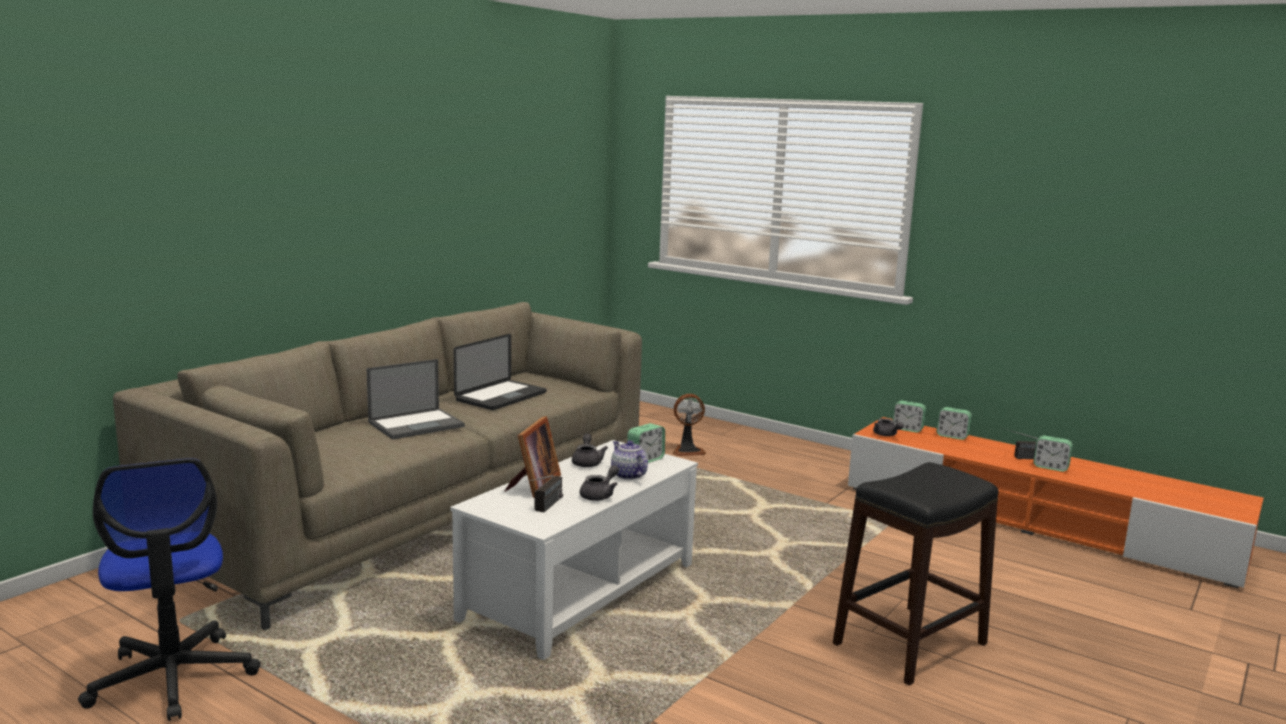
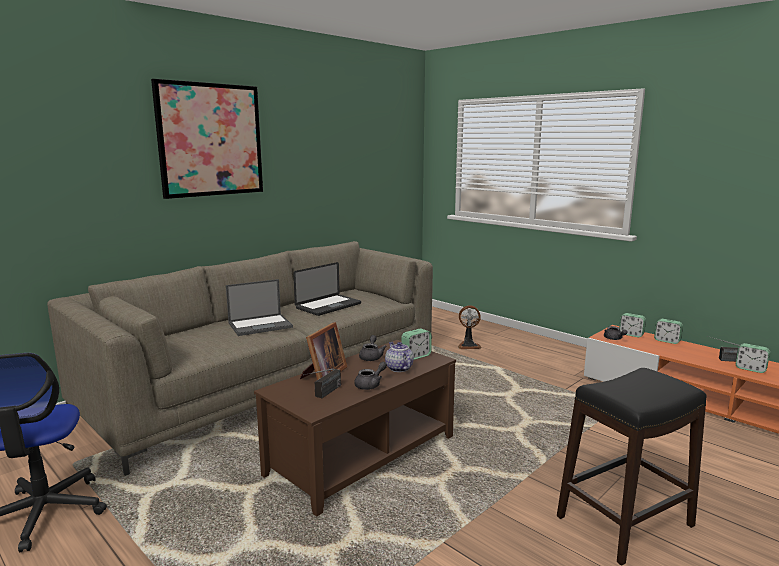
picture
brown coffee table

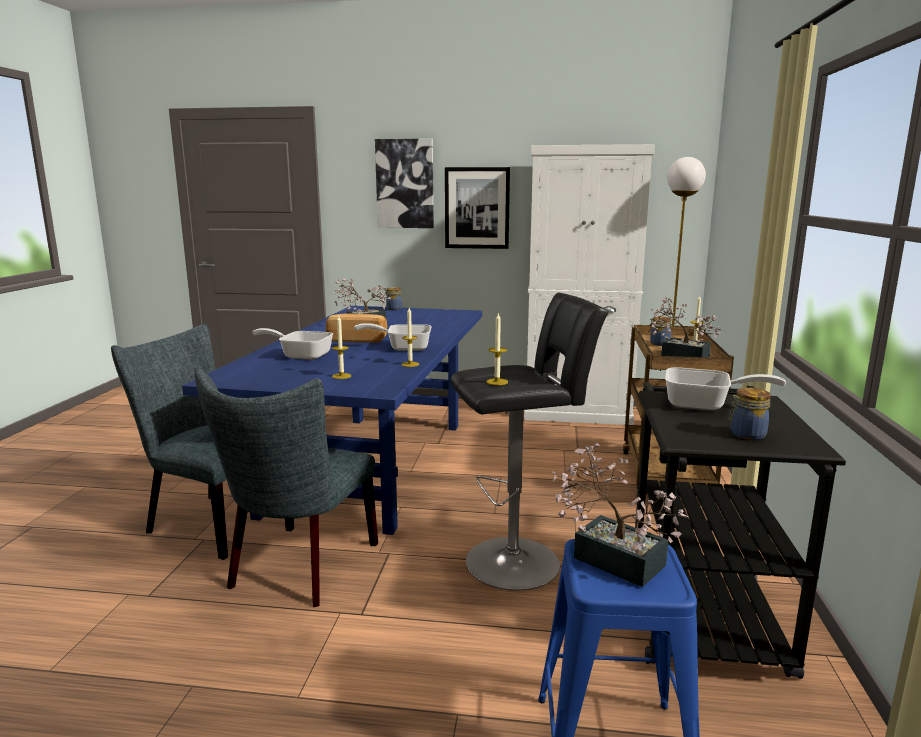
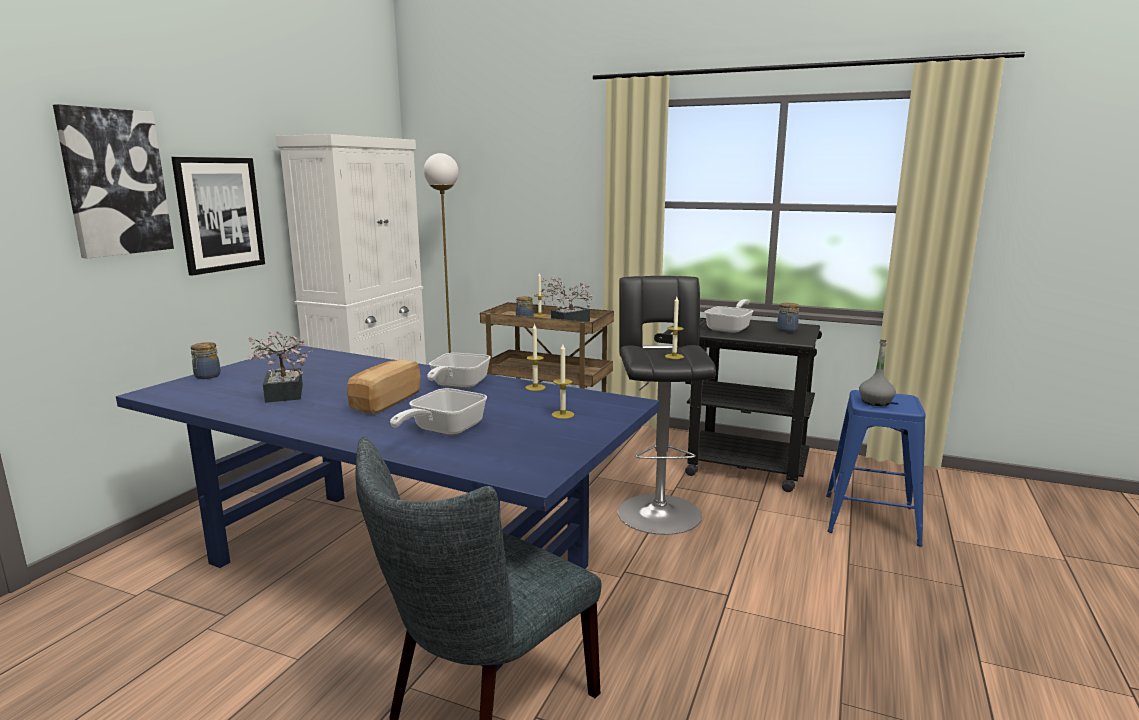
grey chair (no. 2 from left in the first image)
grey bottle

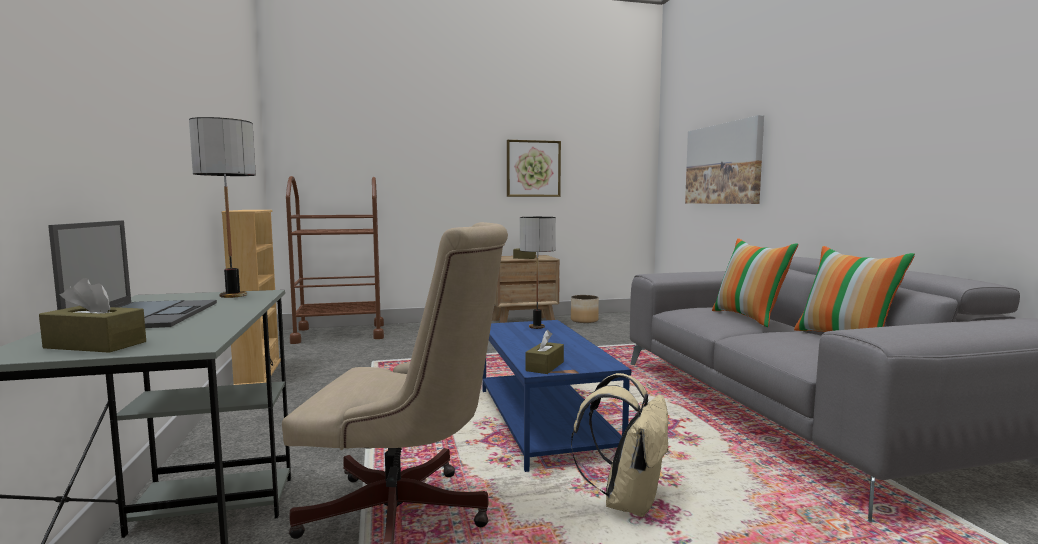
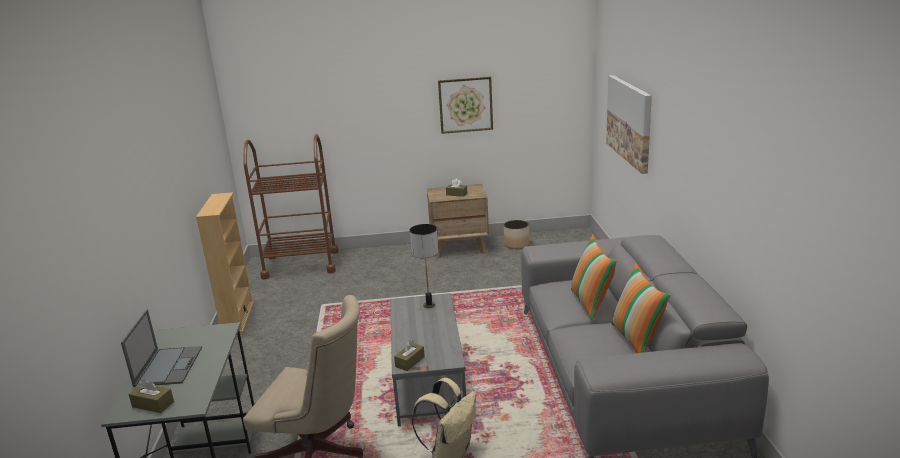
table lamp (no. 1 from left in the first image)
grey coffee table

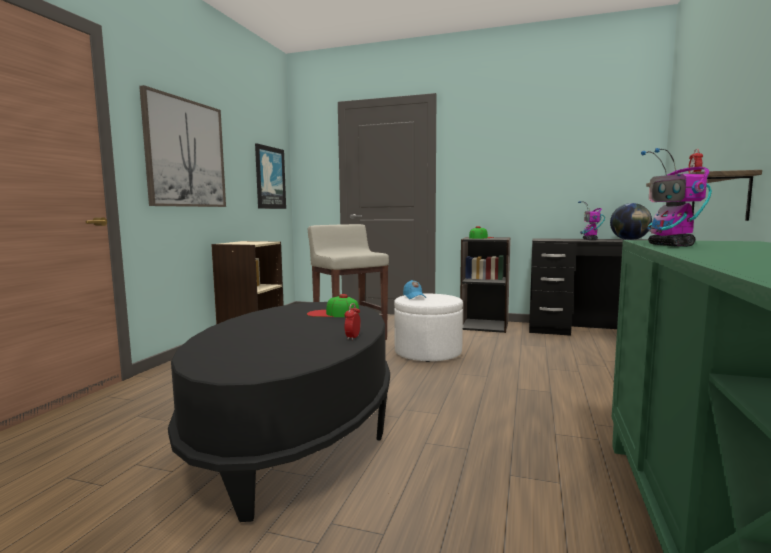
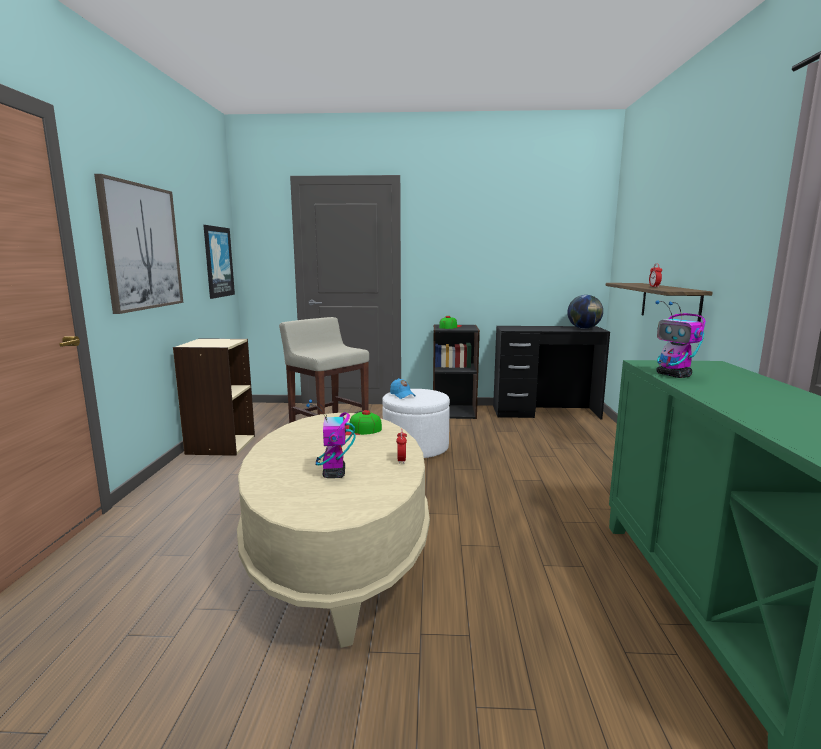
toy robot (no. 1 from left)
beige coffee table

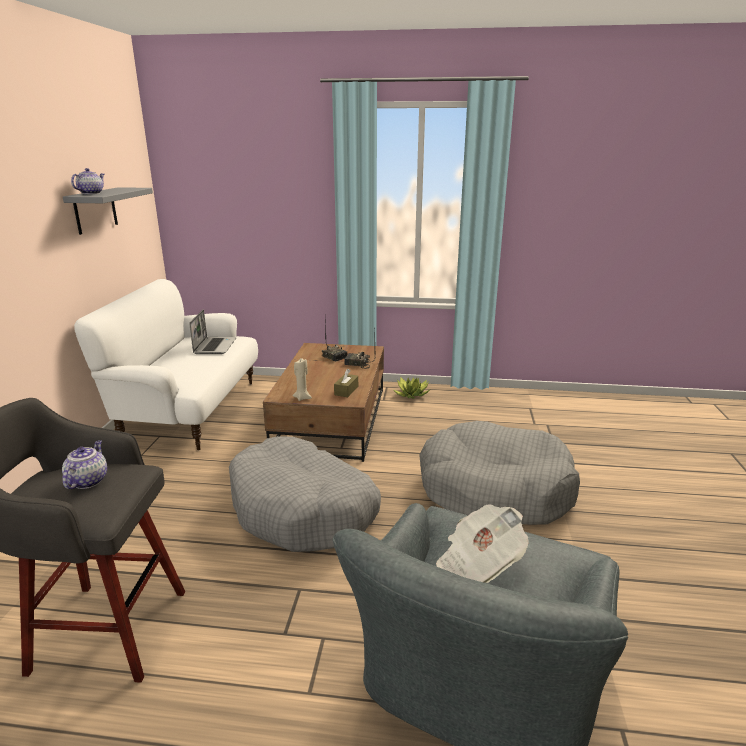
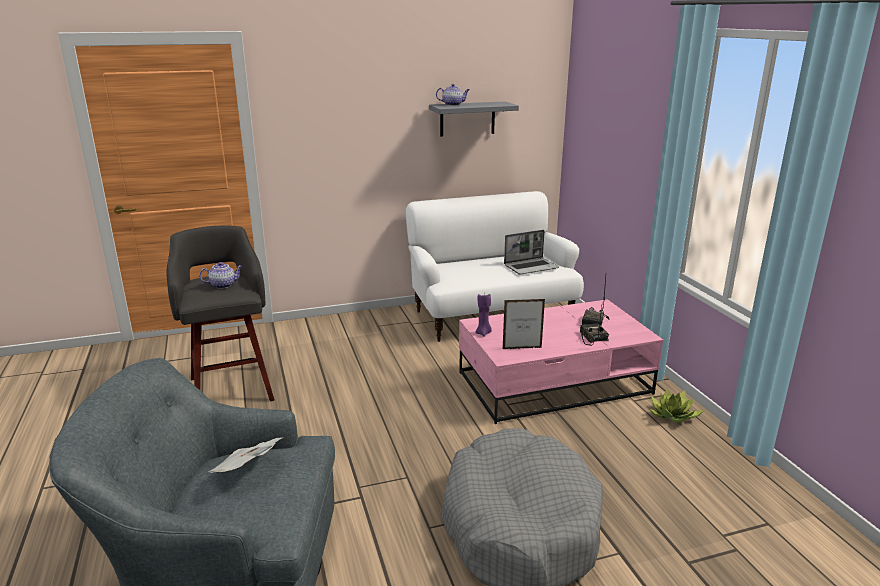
grey dog bed (no. 1 from left in the first image)
picture frame
pink coffee table
purple candle

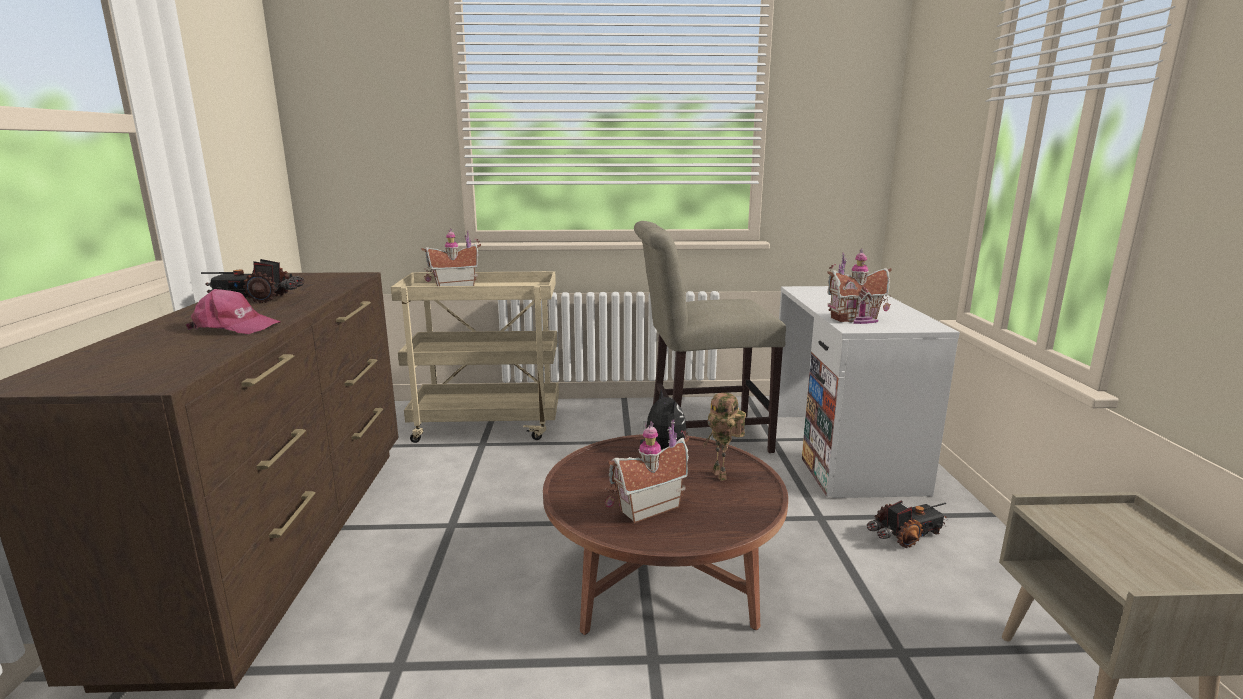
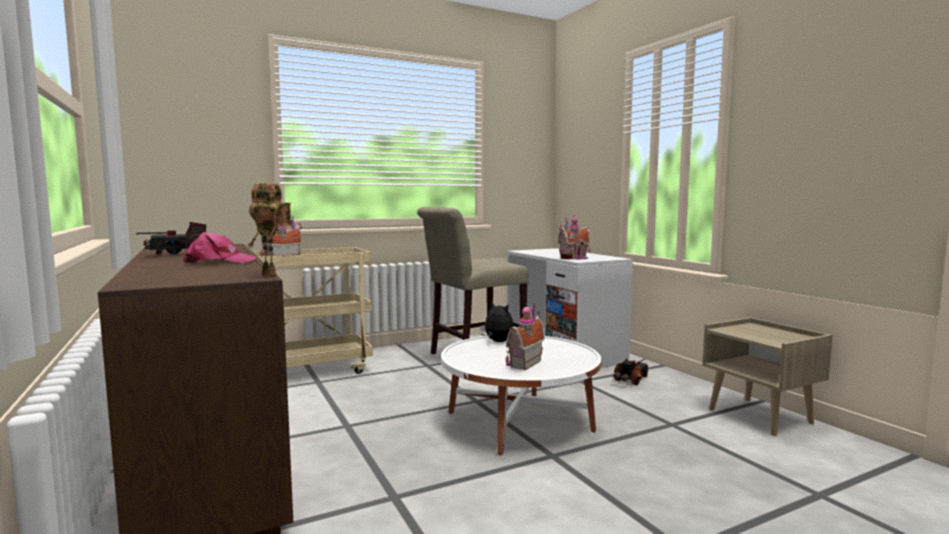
toy robot
white coffee table

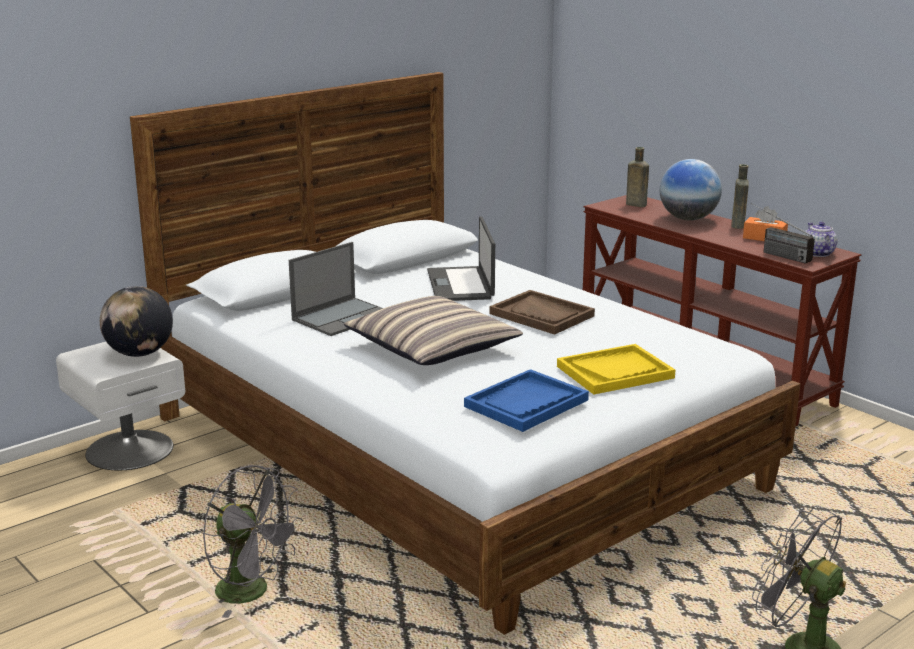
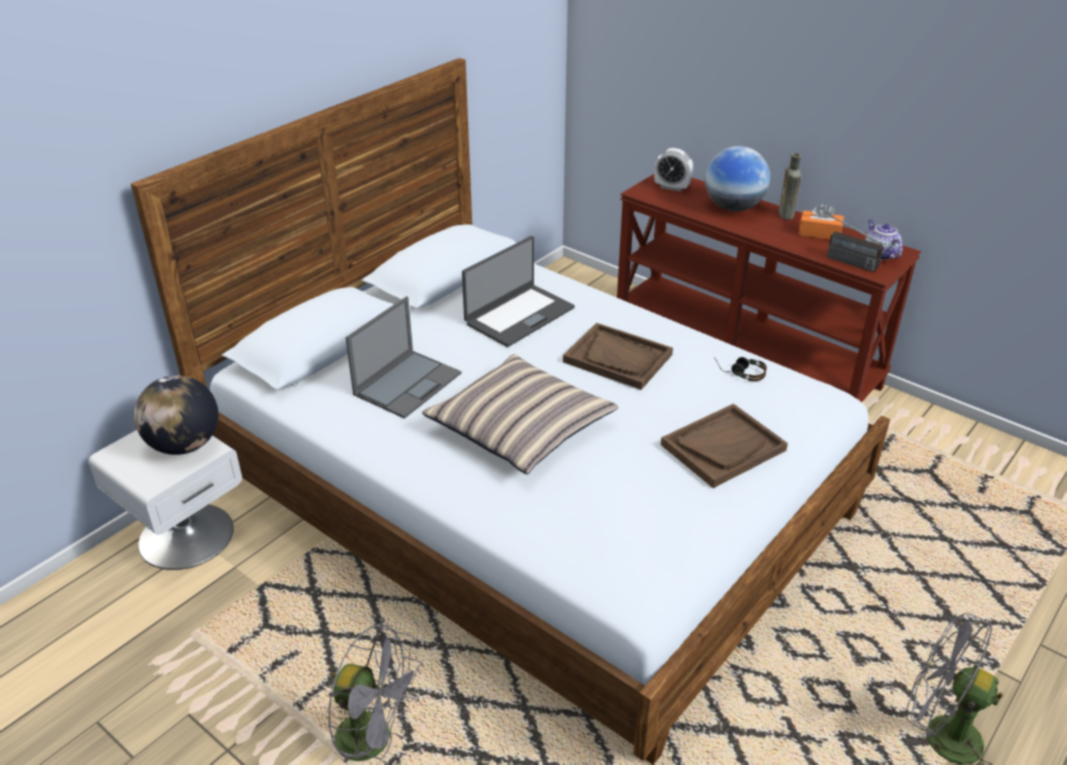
blue tray
headphones
alarm clock
brown tray (no. 2 from left)
laptop (no. 2 from left)

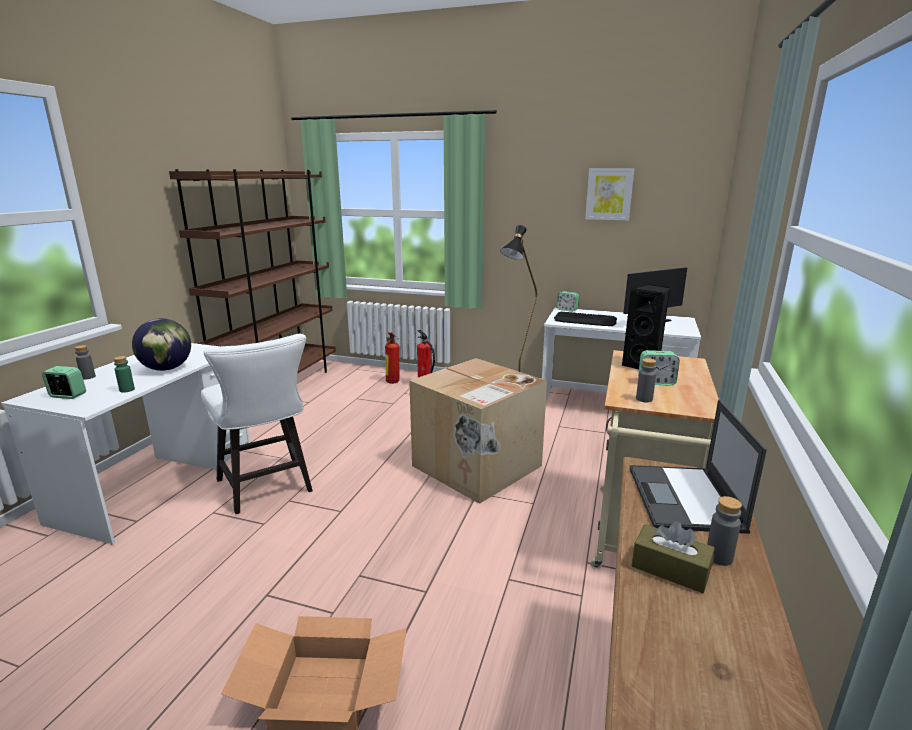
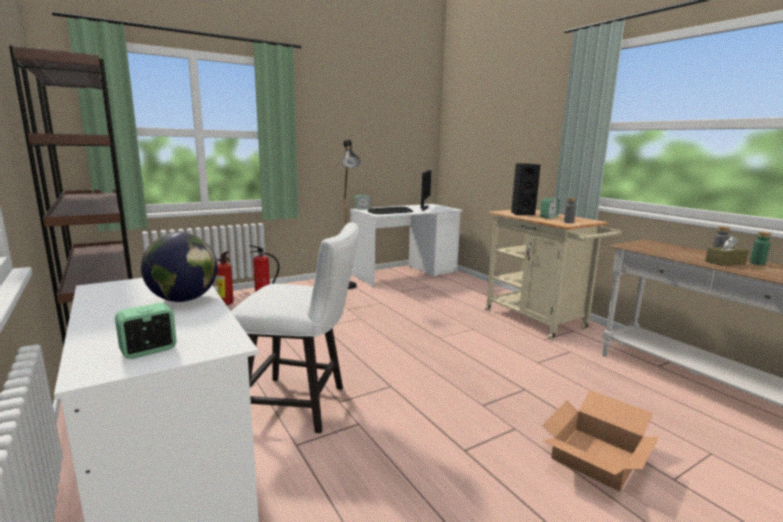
grey bottle (no. 1 from left in the first image)
cardboard box (no. 2 from left in the first image)
picture
laptop
green bottle

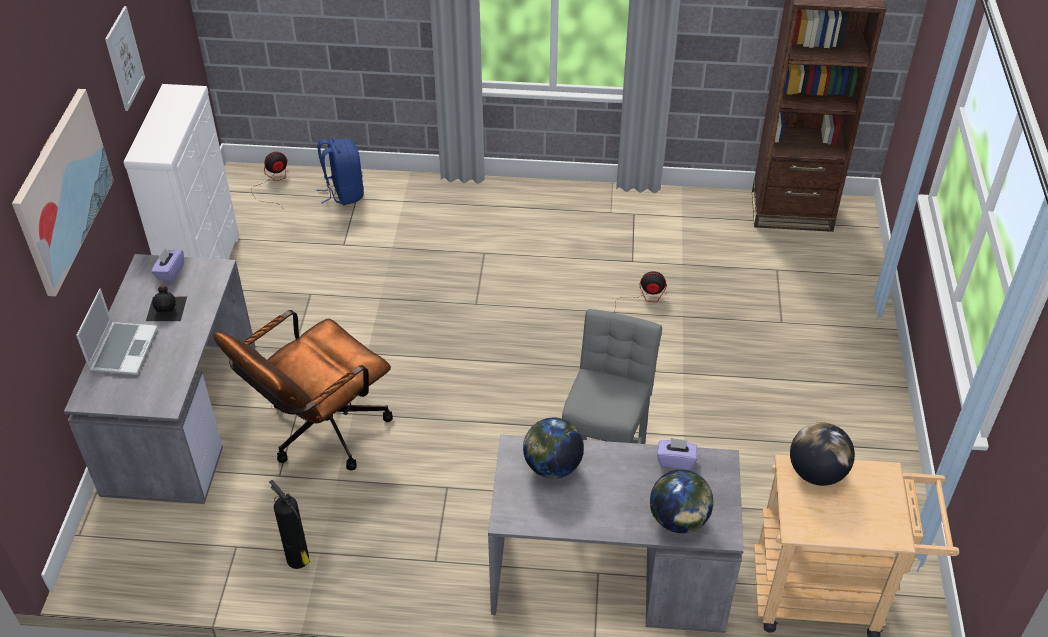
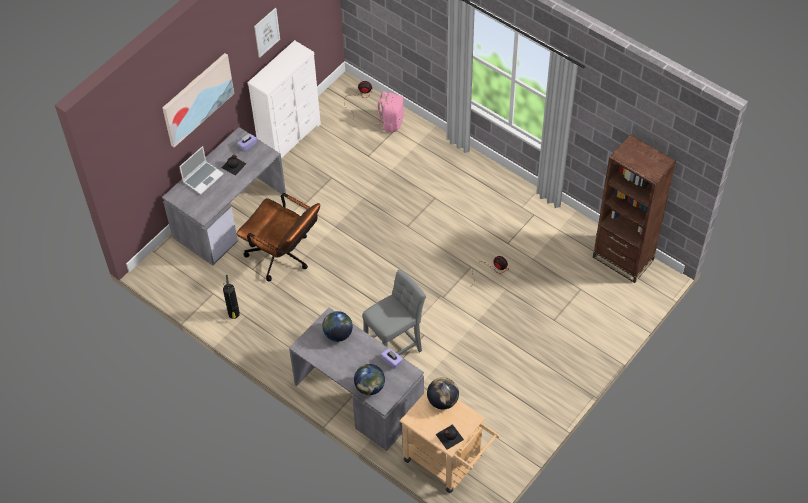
black bottle (no. 2 from left)
pink backpack
brown office chair

